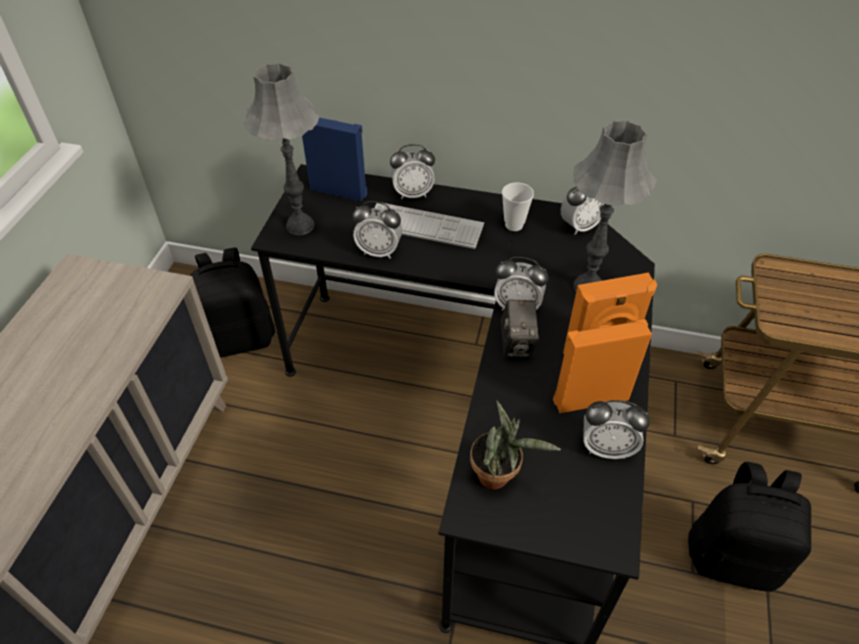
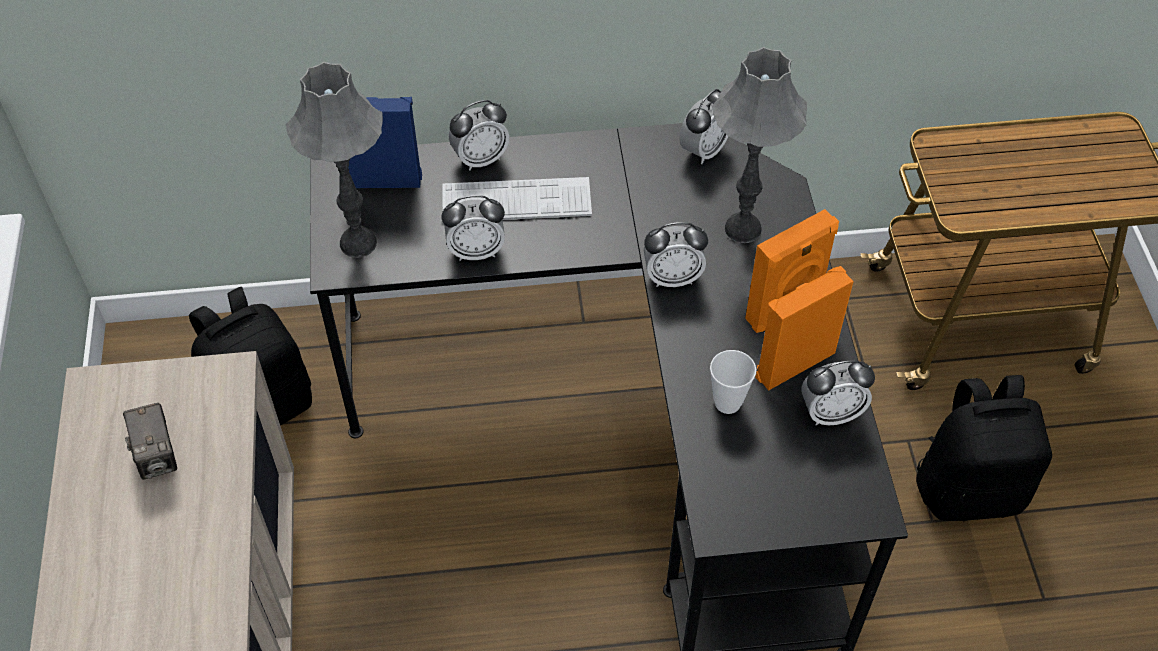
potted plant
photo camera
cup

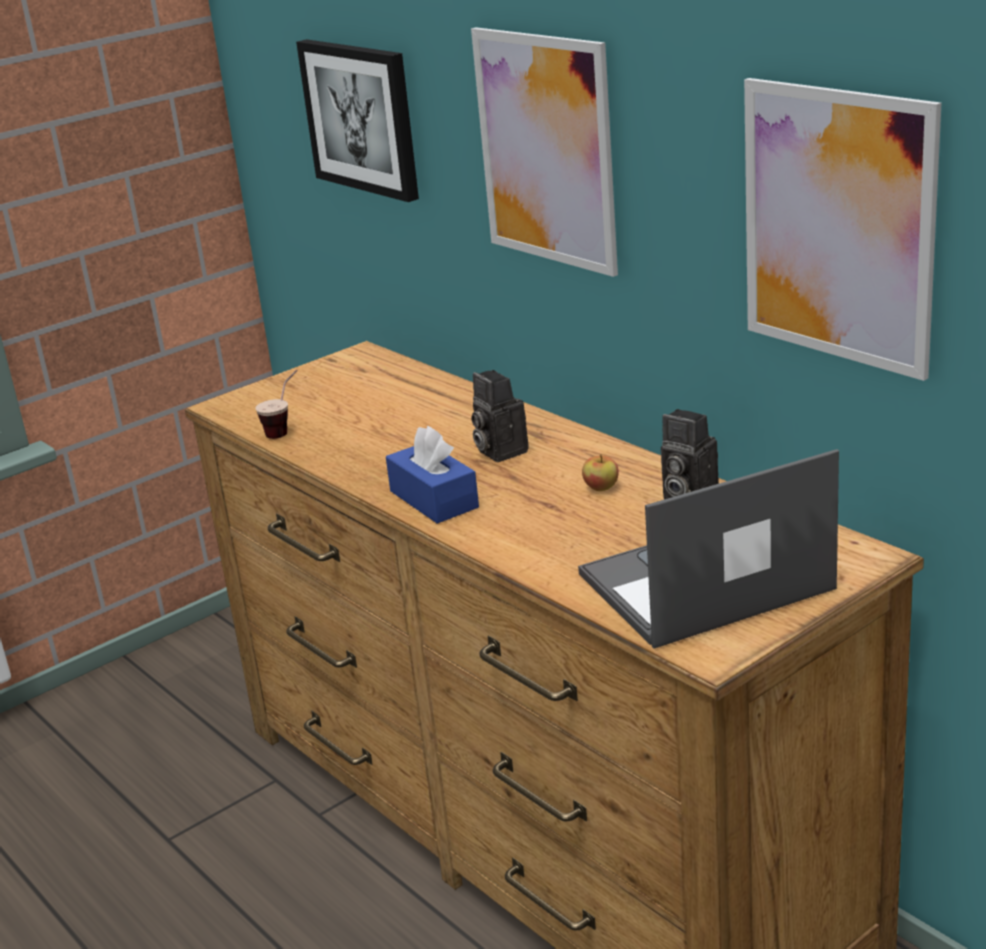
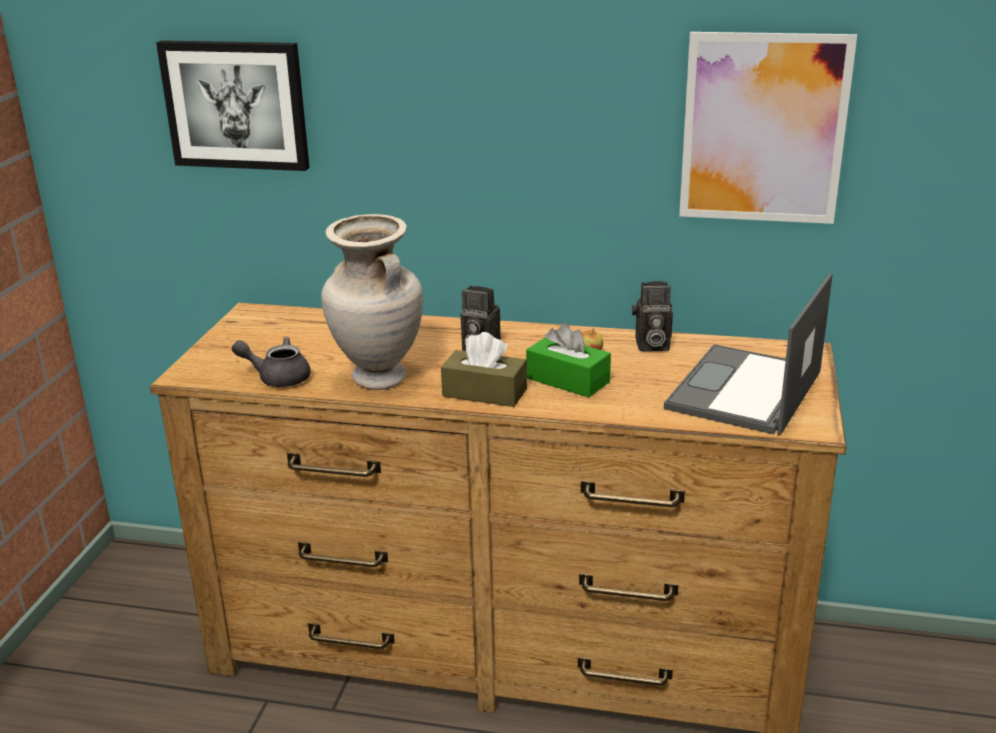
picture (no. 2 from left in the first image)
beige vase
green tissue box
grey teapot
brown tissue box

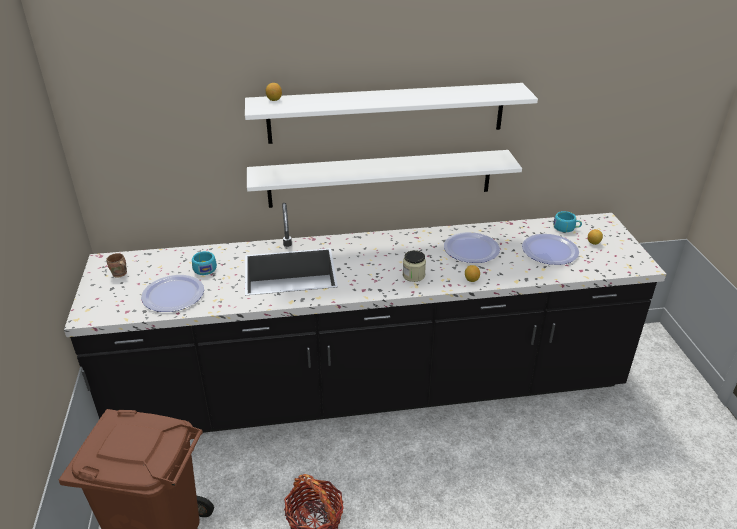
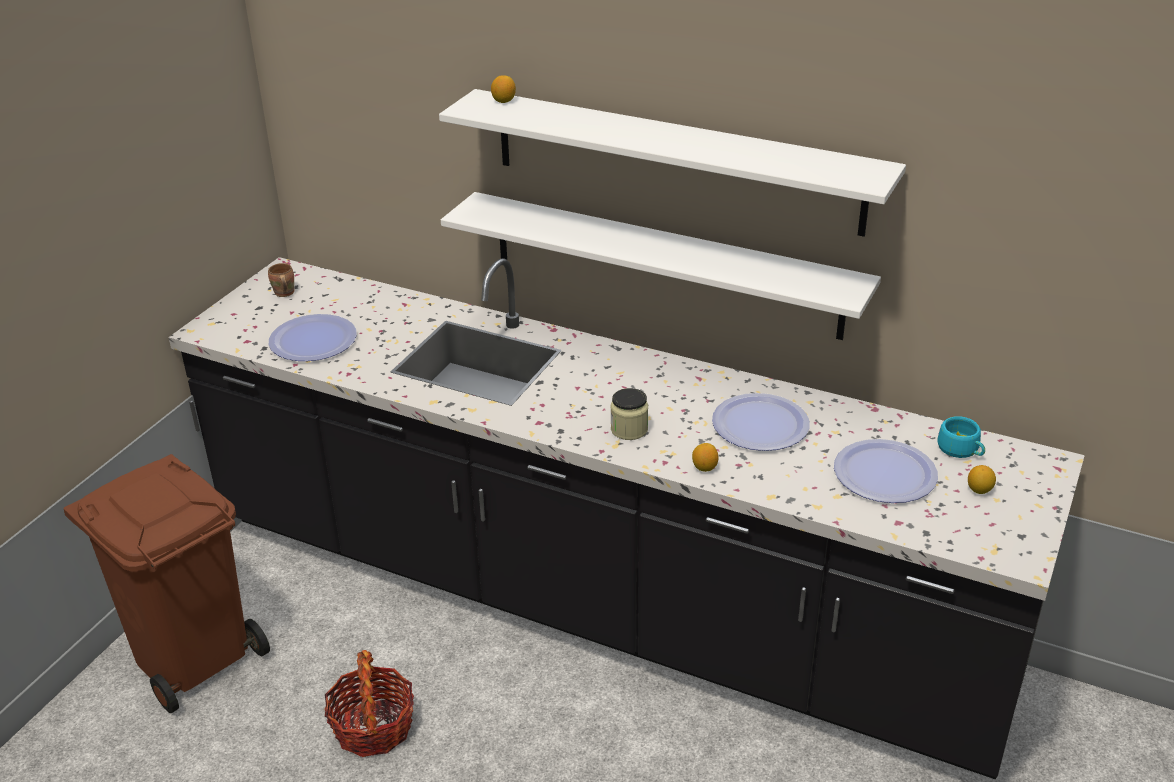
turquoise cup (no. 1 from left in the first image)

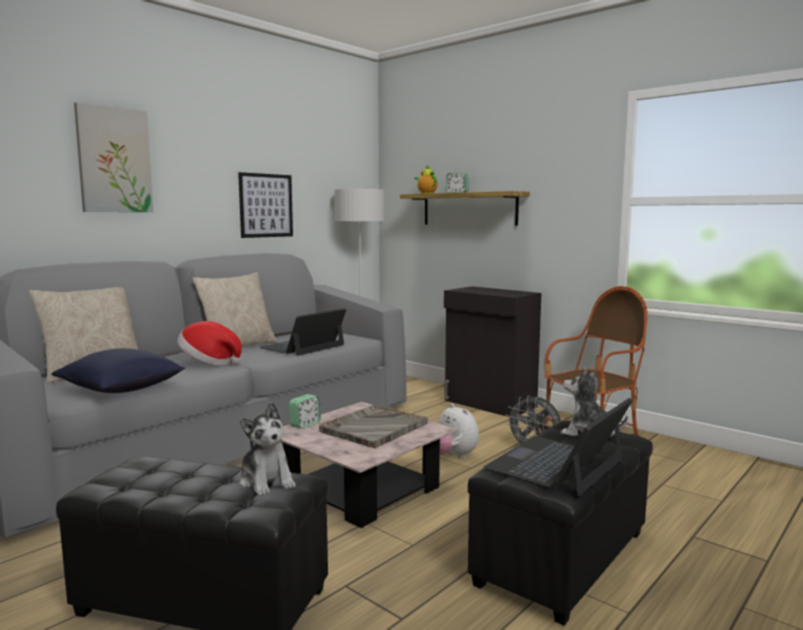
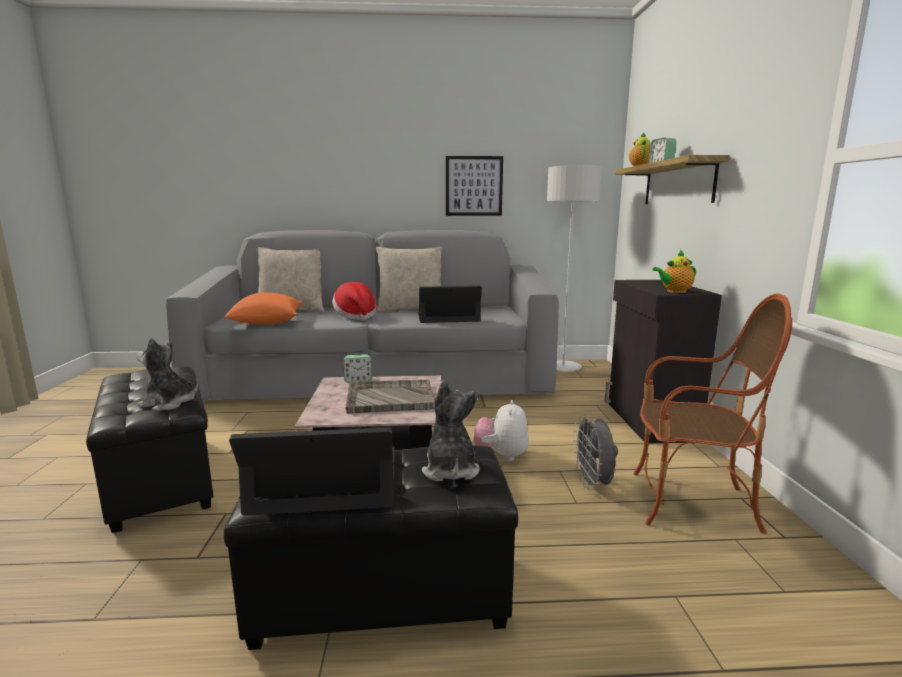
picture (no. 1 from left in the first image)
teapot (no. 2 from left)
orange pillow
plush toy (no. 1 from left)

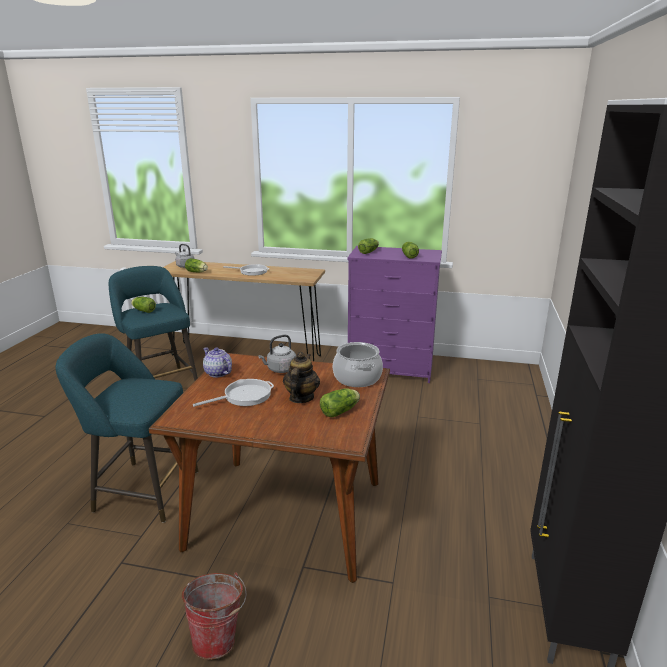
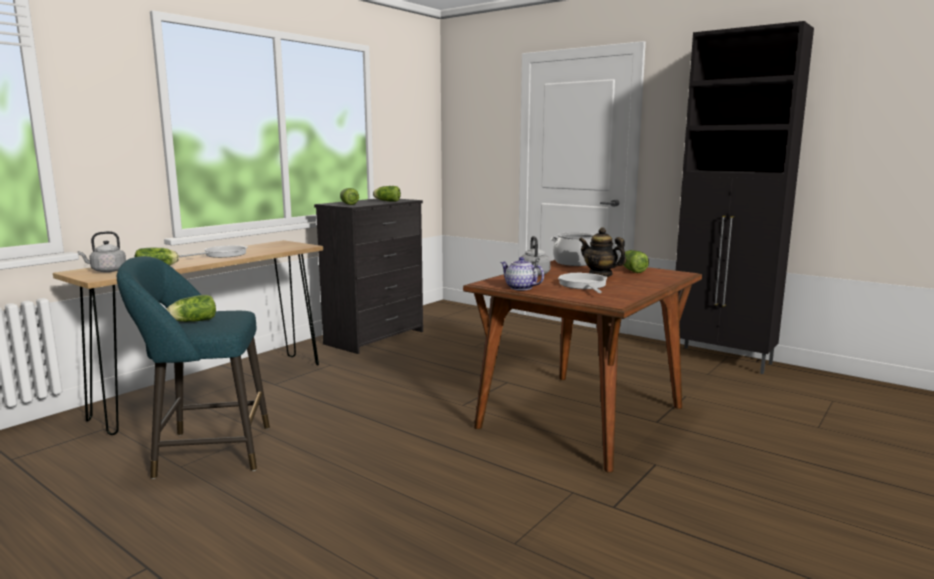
turquoise stool (no. 1 from left in the first image)
bucket
black dresser
teapot (no. 1 from left)

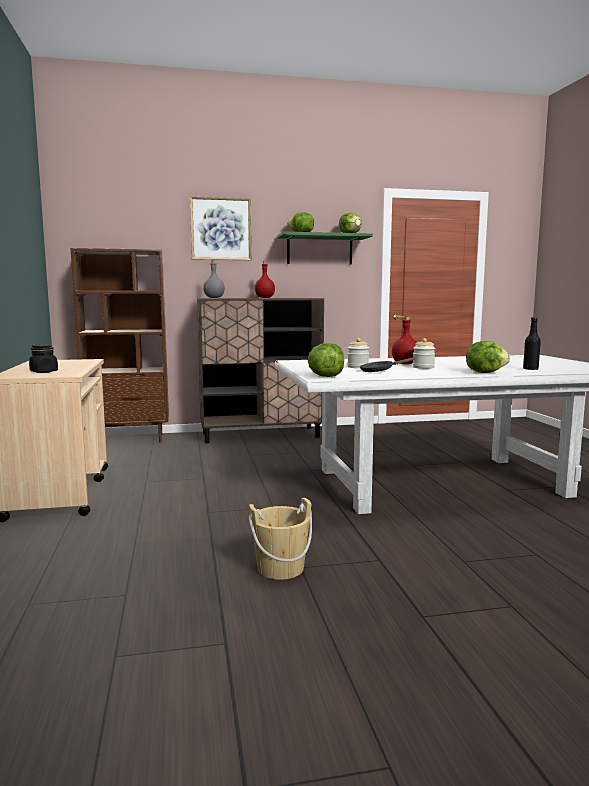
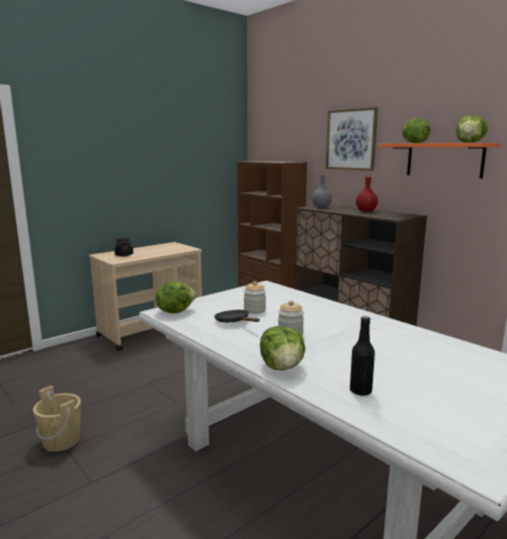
red bottle (no. 2 from left in the first image)
orange shelf

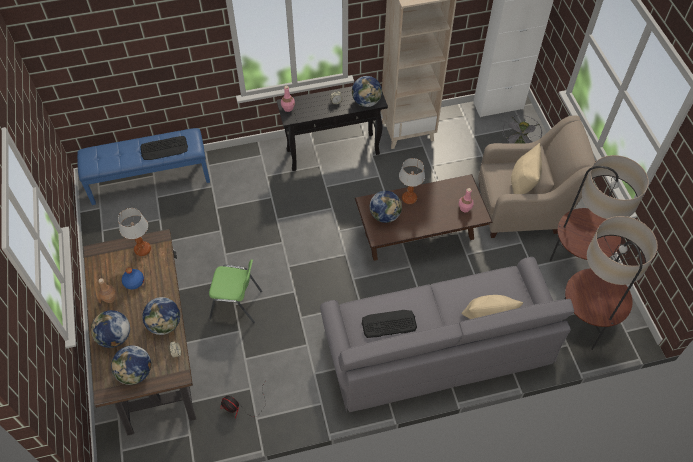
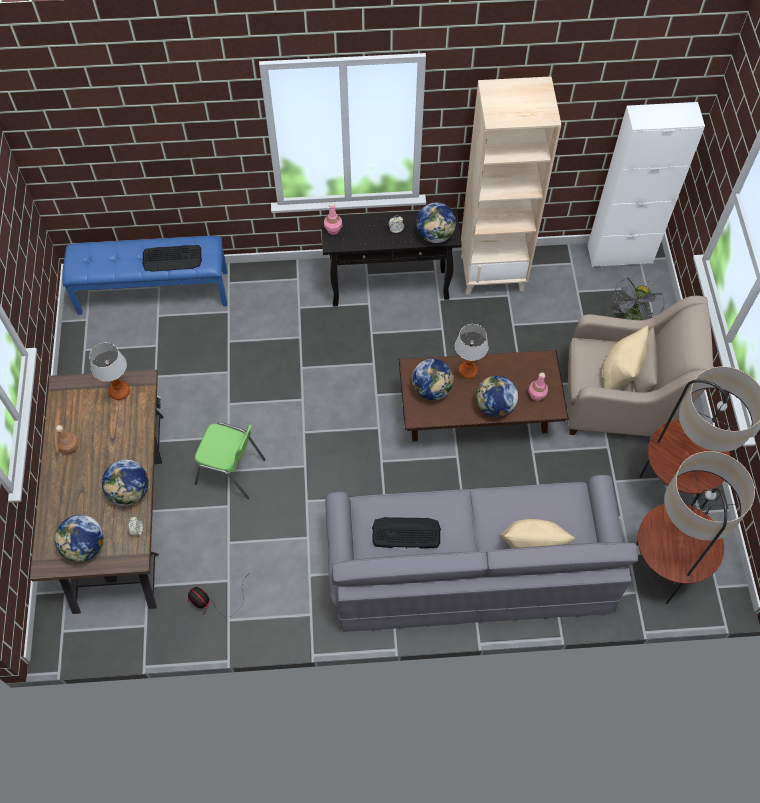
blue bottle
globe (no. 5 from left)

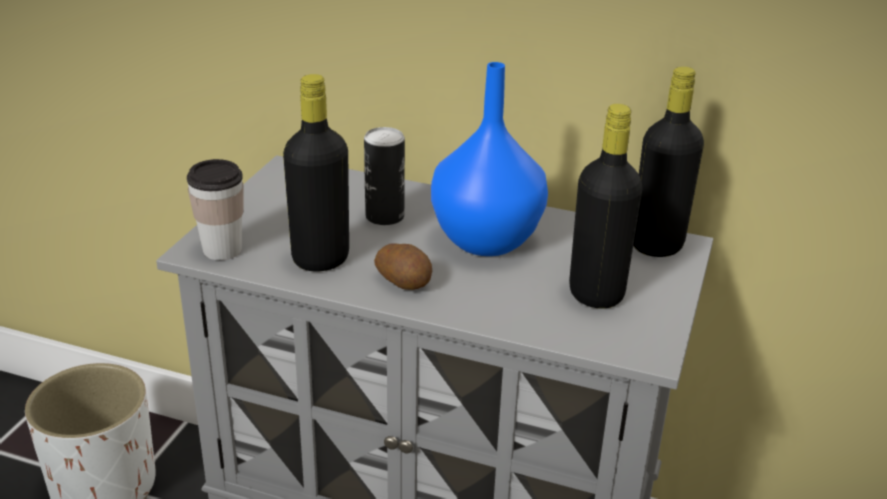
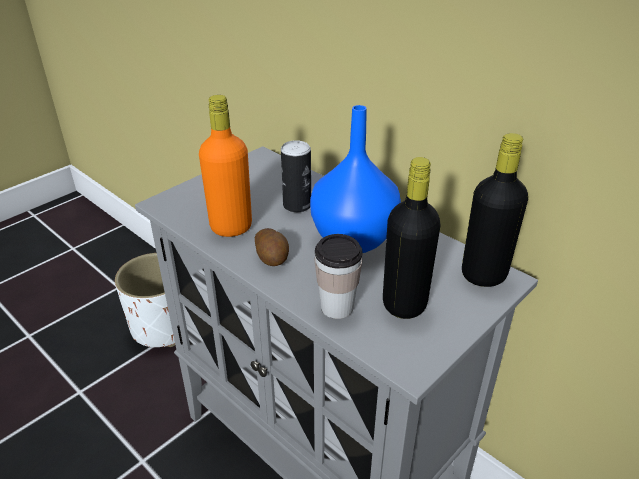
cup
orange bottle

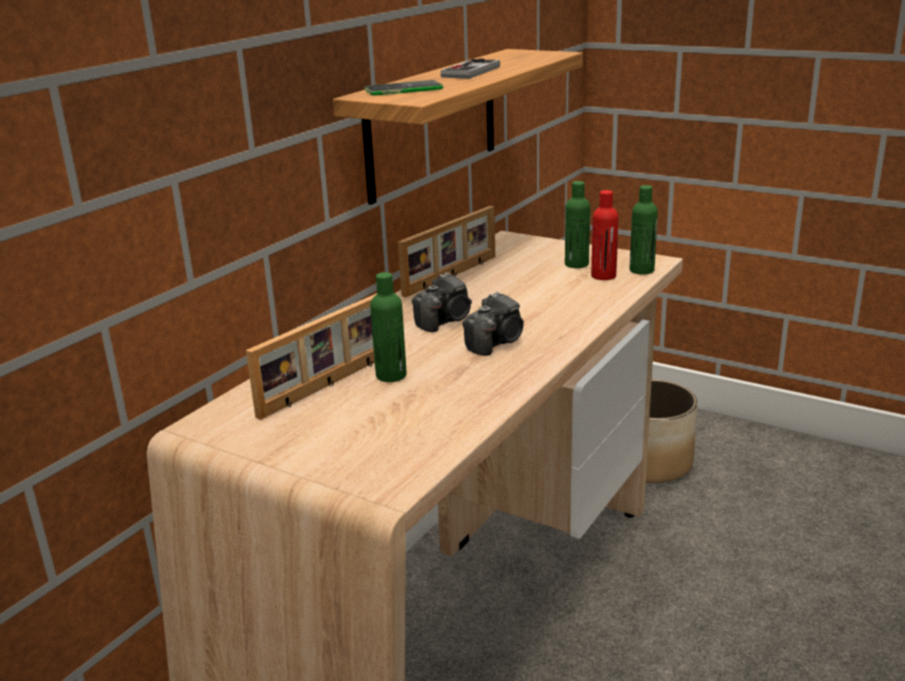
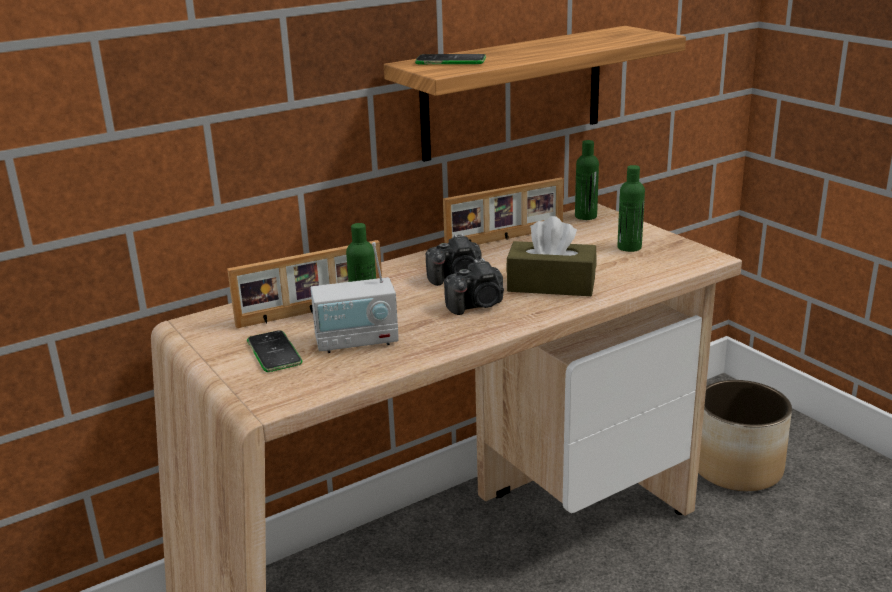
game controller
red bottle
phone (no. 1 from left)
radio
brown tissue box
green bottle (no. 2 from left)

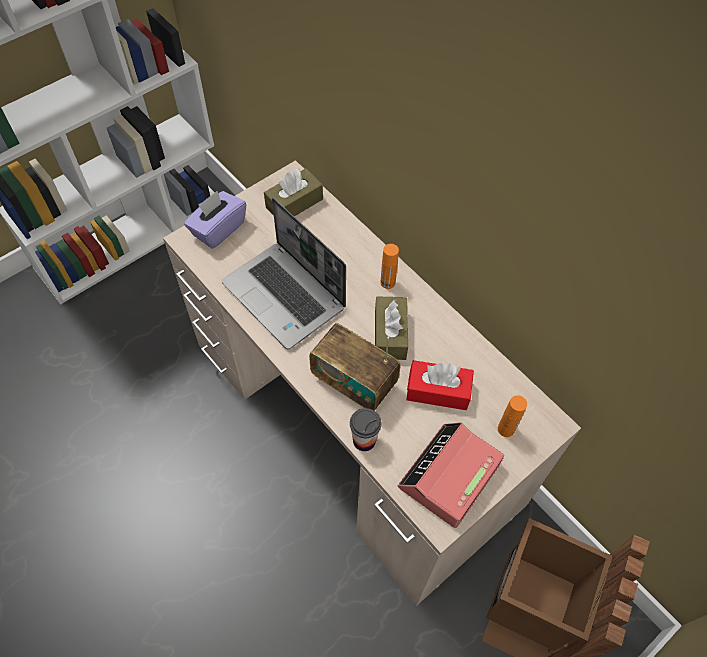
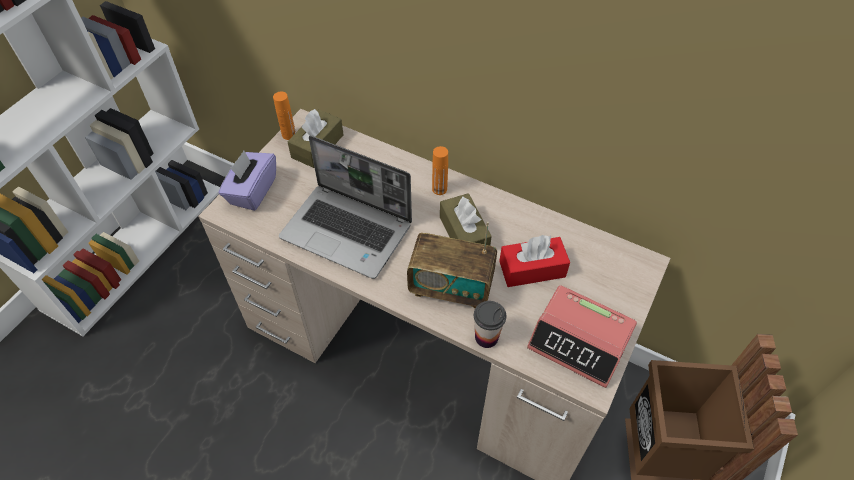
orange bottle (no. 1 from left)
alarm clock

